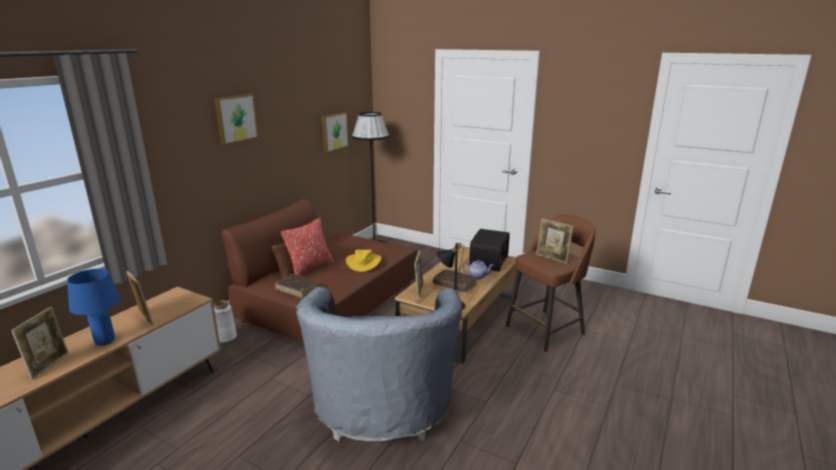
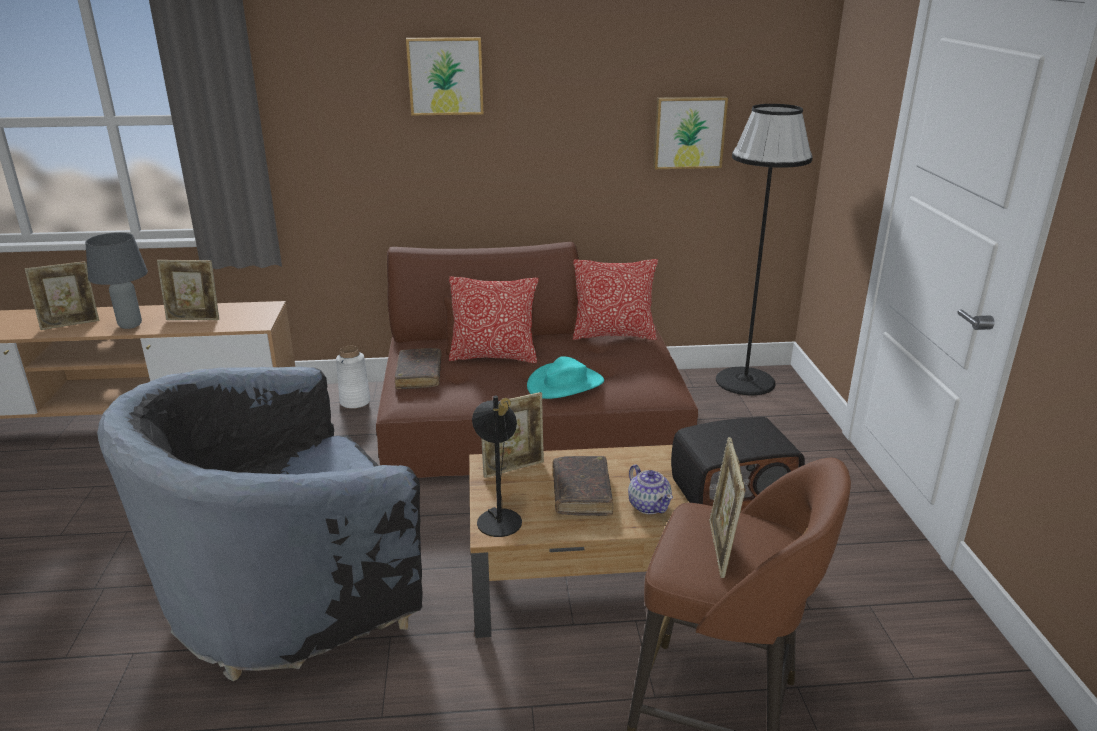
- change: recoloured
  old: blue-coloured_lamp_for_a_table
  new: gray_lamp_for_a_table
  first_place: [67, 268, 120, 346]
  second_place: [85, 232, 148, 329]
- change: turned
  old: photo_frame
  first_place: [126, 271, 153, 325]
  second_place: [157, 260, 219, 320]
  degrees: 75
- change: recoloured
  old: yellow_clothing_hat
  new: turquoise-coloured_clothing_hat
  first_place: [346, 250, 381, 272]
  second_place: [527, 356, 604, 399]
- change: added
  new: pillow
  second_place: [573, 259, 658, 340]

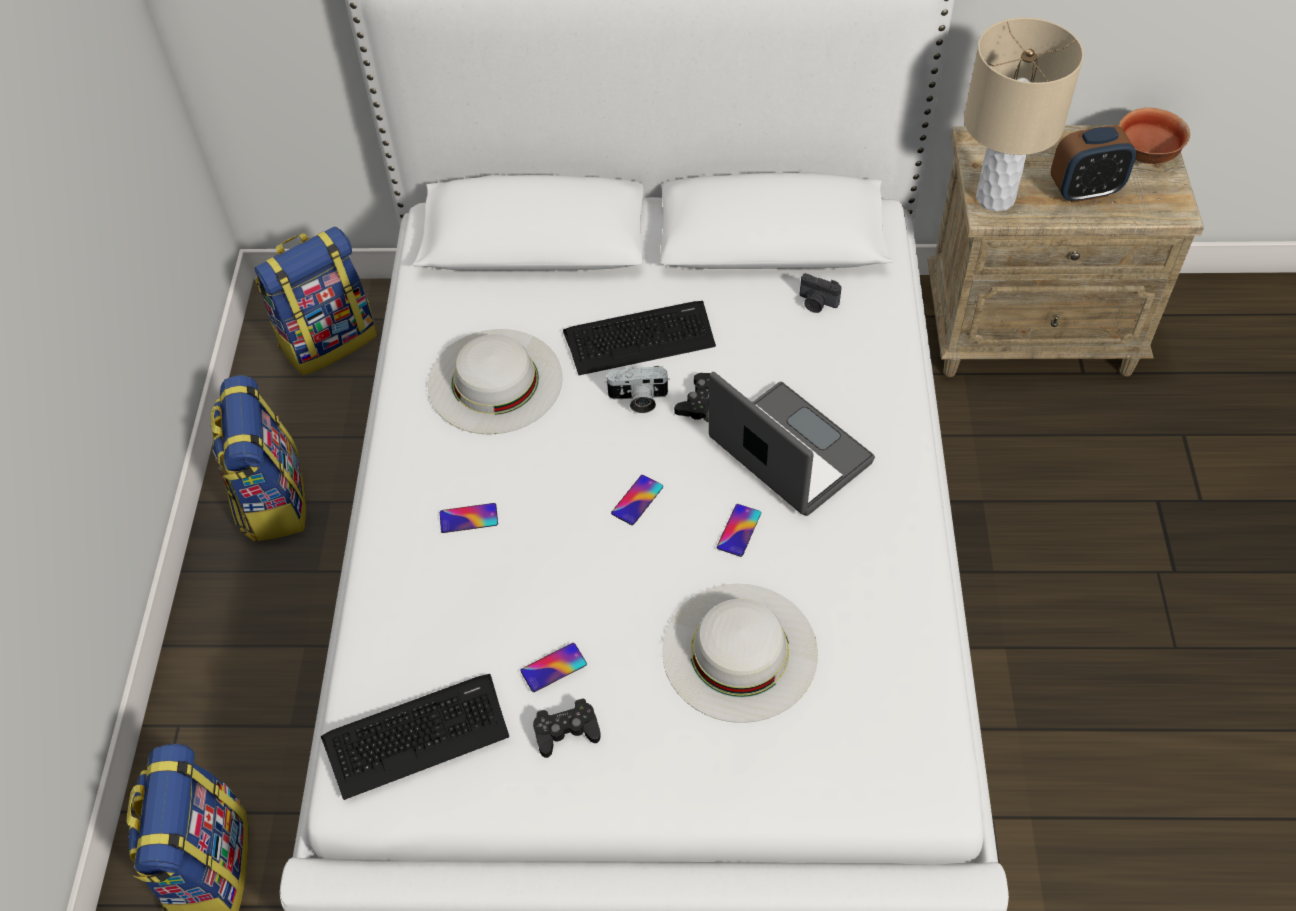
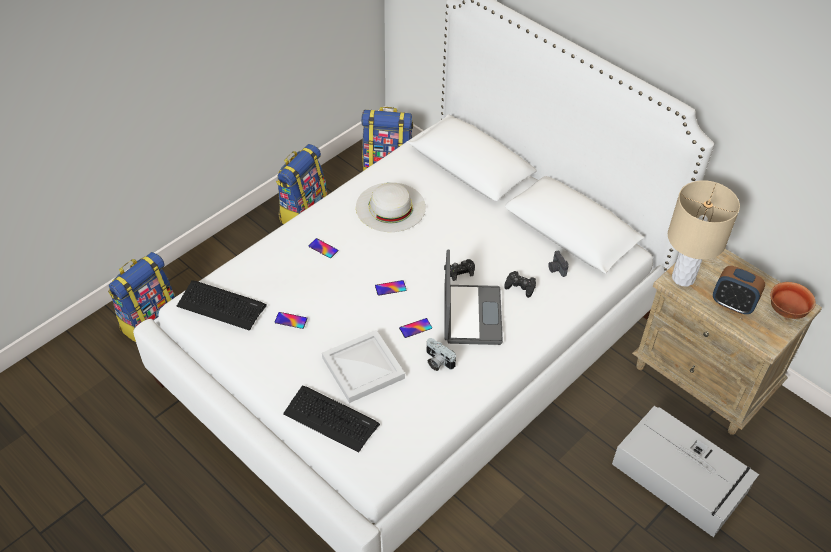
- change: moved
  old: keyboard
  first_place: [563, 301, 716, 376]
  second_place: [283, 385, 380, 452]
- change: replaced
  old: white-coloured_clothing_hat
  new: white-coloured_serving_tray
  first_place: [662, 584, 818, 723]
  second_place: [322, 330, 405, 403]
- change: moved
  old: still_camera
  first_place: [605, 366, 670, 413]
  second_place: [426, 338, 456, 371]
- change: moved
  old: blackish_game_controller
  first_place: [533, 698, 601, 758]
  second_place: [504, 271, 536, 298]
- change: added
  new: gray_storage_container
  second_place: [612, 406, 759, 537]

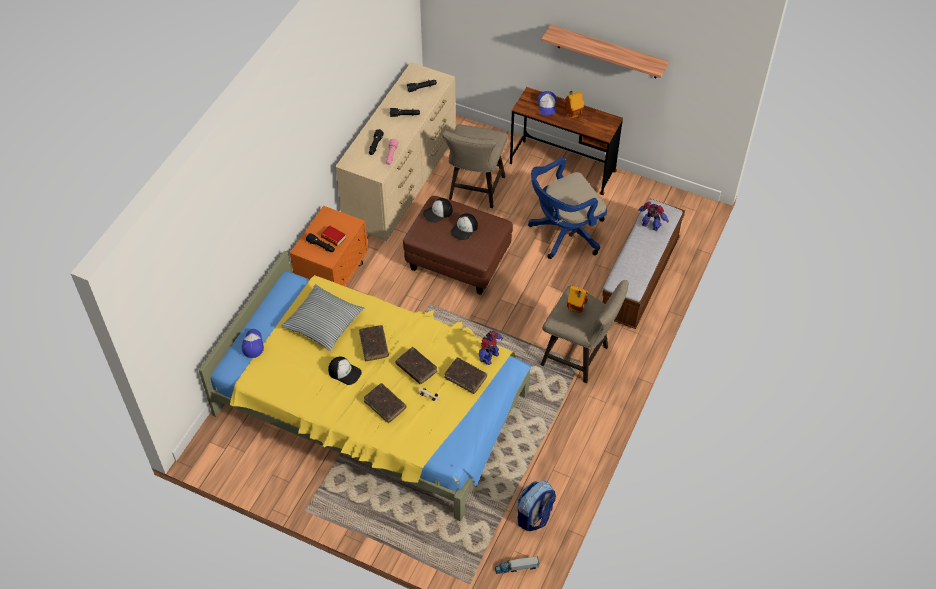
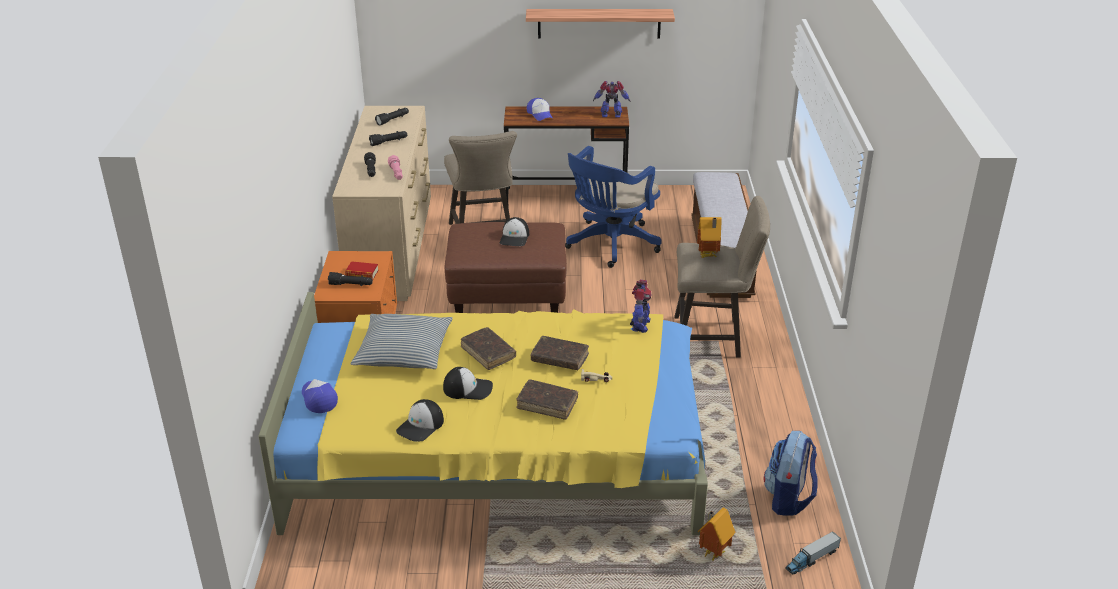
- change: moved
  old: peaked_cap
  first_place: [423, 198, 453, 223]
  second_place: [396, 399, 444, 442]
- change: moved
  old: model_robot
  first_place: [638, 202, 669, 231]
  second_place: [593, 81, 630, 118]
- change: moved
  old: miniature_house
  first_place: [564, 91, 584, 119]
  second_place: [698, 508, 735, 561]
- change: removed
  old: brown-coloured_bound_book
  first_place: [444, 357, 487, 394]

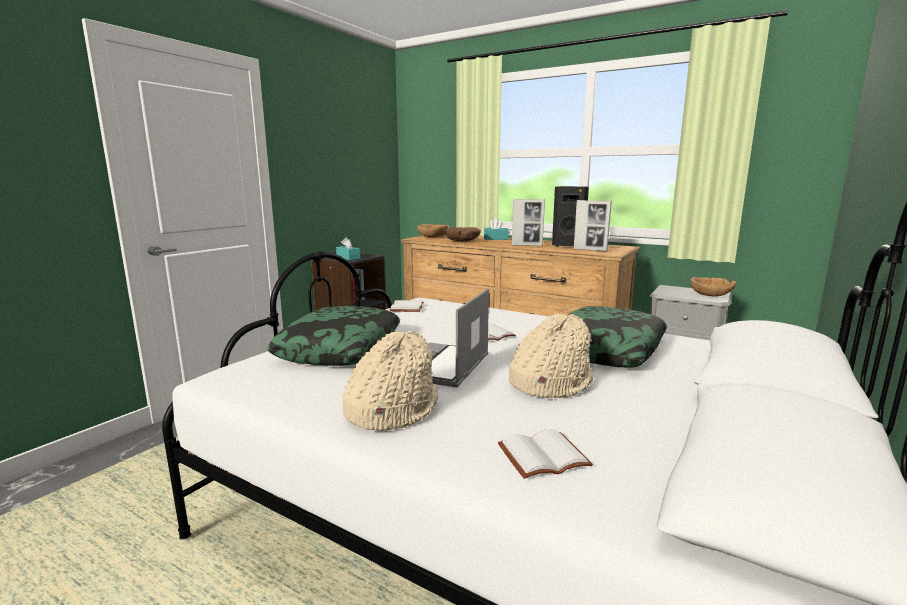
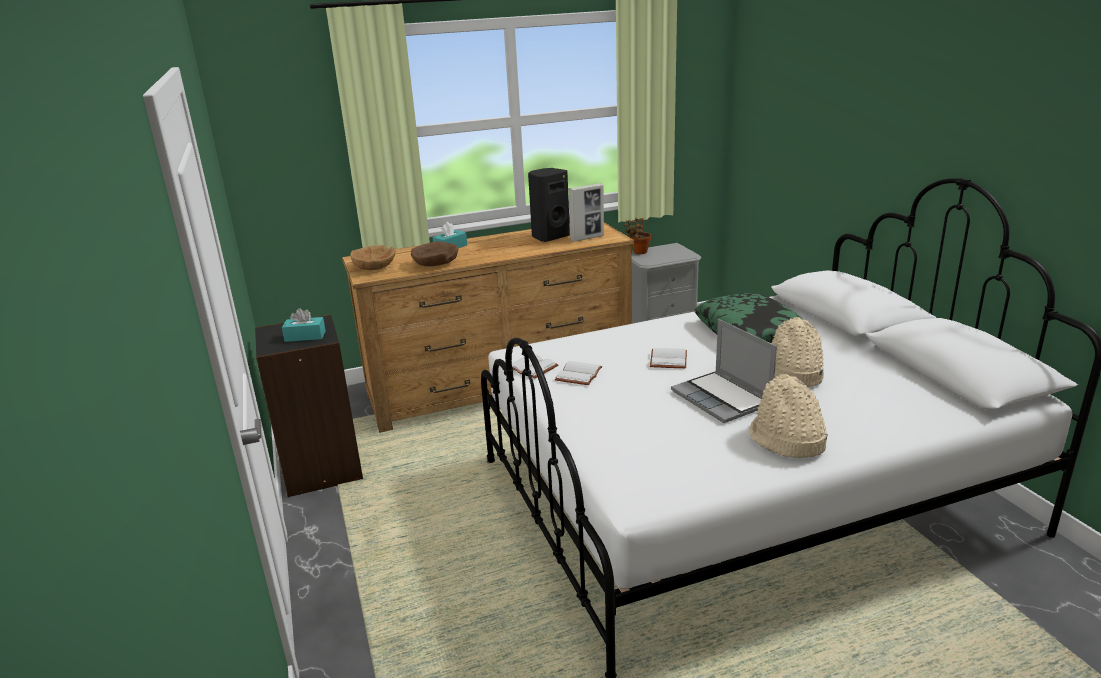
- change: moved
  old: white-coloured_bound_book
  first_place: [498, 429, 593, 479]
  second_place: [555, 361, 603, 385]
- change: added
  new: houseplant
  second_place: [624, 218, 651, 254]
- change: removed
  old: pillow
  first_place: [267, 306, 400, 366]
- change: removed
  old: photo_frame
  first_place: [512, 199, 545, 246]
- change: removed
  old: brown-coloured_serving_bowl
  first_place: [691, 277, 736, 297]

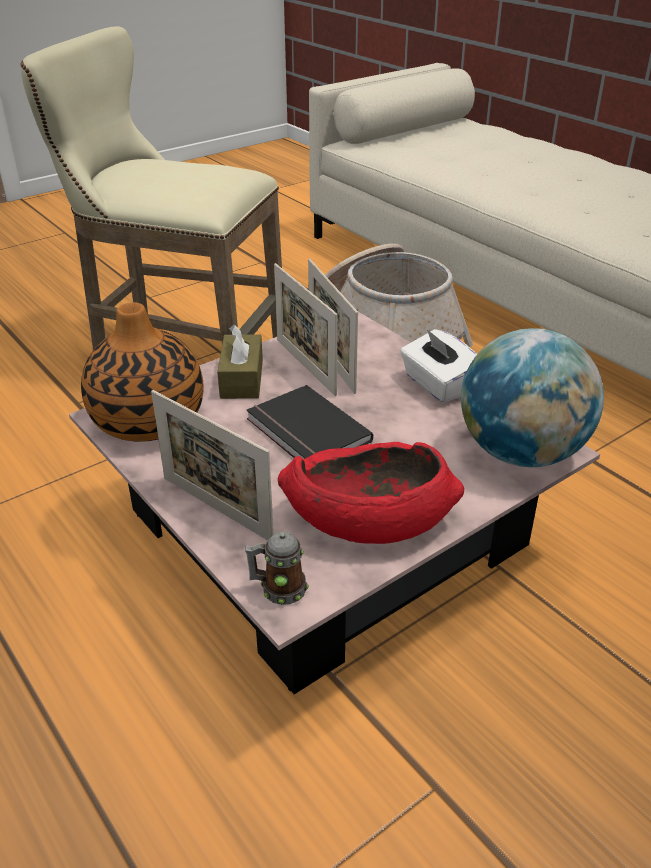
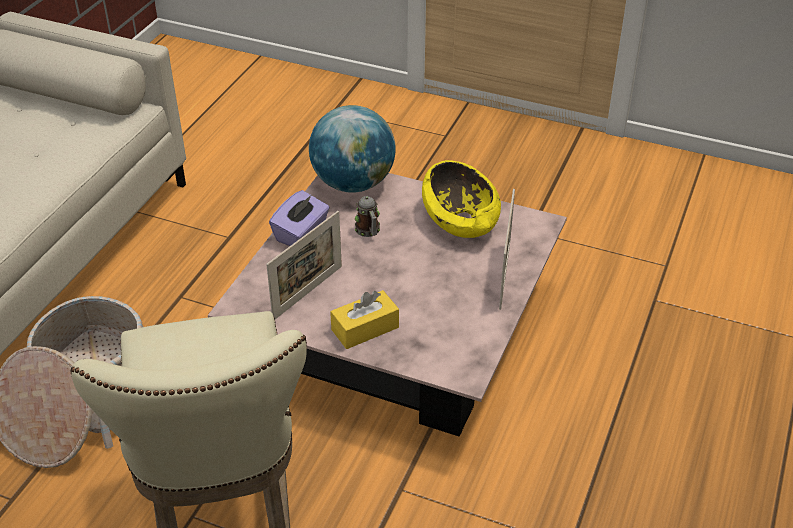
- change: recoloured
  old: white-coloured_tissue_box
  new: purplish_tissue_box
  first_place: [400, 329, 477, 403]
  second_place: [269, 190, 330, 246]
- change: recoloured
  old: brown-coloured_tissue_box
  new: yellow_tissue_box
  first_place: [217, 324, 263, 399]
  second_place: [330, 290, 399, 349]
- change: moved
  old: mug
  first_place: [245, 532, 309, 605]
  second_place: [355, 196, 380, 237]
- change: recoloured
  old: reddish_serving_bowl
  new: yellow_serving_bowl
  first_place: [278, 442, 464, 544]
  second_place: [422, 160, 501, 238]
- change: removed
  old: flower_vase
  first_place: [81, 302, 204, 442]
- change: removed
  old: blackish_bound_book
  first_place: [246, 385, 373, 459]
- change: removed
  old: photo_frame
  first_place: [274, 263, 338, 396]

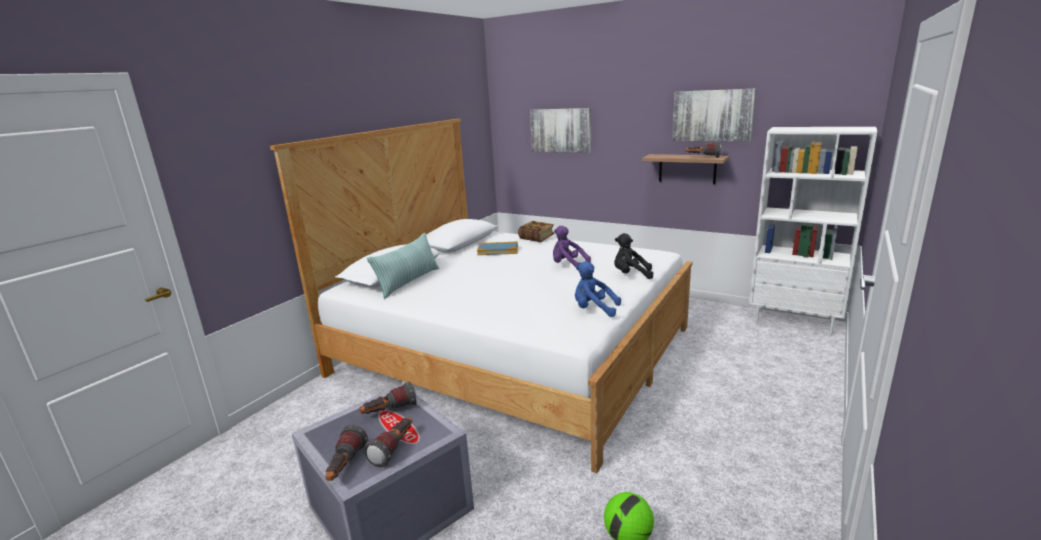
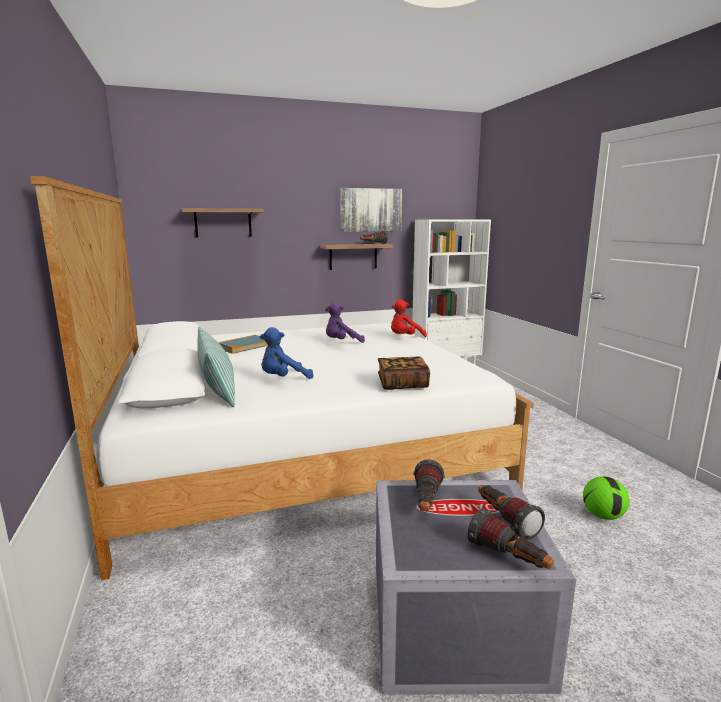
- change: replaced
  old: wall_art
  new: shelf
  first_place: [530, 108, 591, 153]
  second_place: [182, 208, 264, 237]
- change: moved
  old: blue-coloured_plush_toy
  first_place: [575, 261, 621, 317]
  second_place: [260, 327, 313, 379]
- change: moved
  old: bound_book
  first_place: [518, 221, 555, 242]
  second_place: [378, 357, 430, 390]
- change: recoloured
  old: blackish_plush_toy
  new: reddish_plush_toy
  first_place: [614, 233, 653, 279]
  second_place: [391, 299, 427, 337]

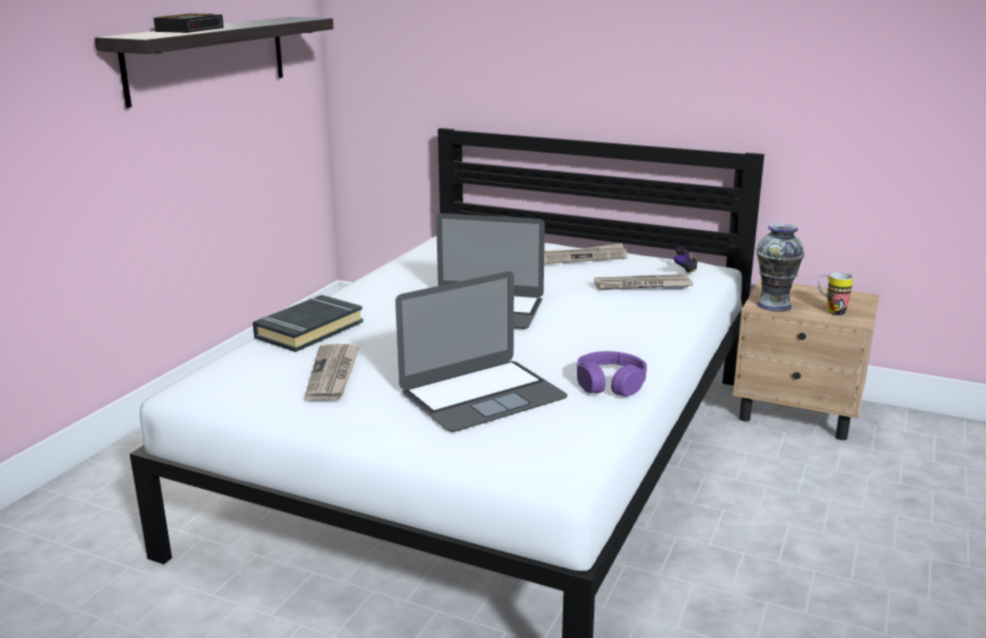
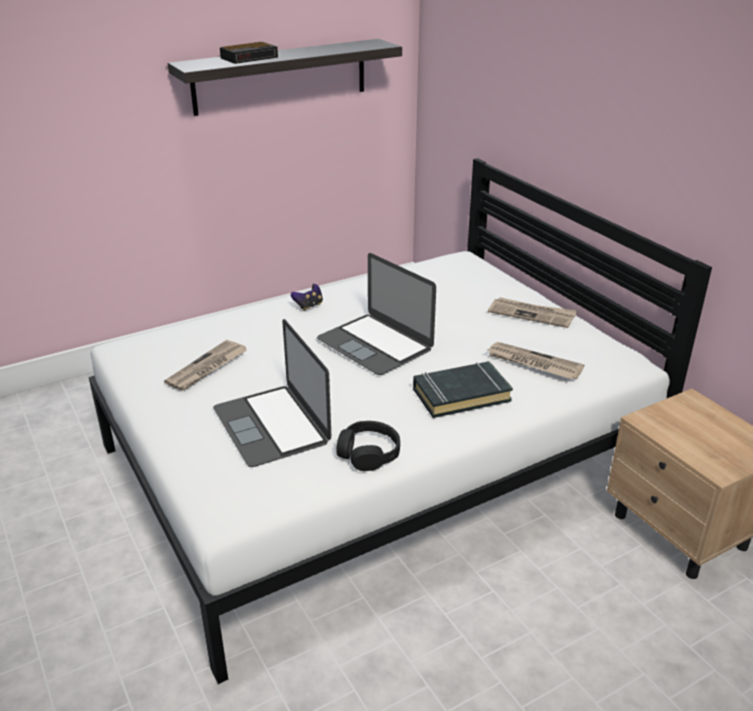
- change: turned
  old: notebook_computer
  first_place: [395, 271, 568, 432]
  second_place: [213, 319, 331, 467]
  degrees: 60
- change: moved
  old: game_controller
  first_place: [674, 247, 697, 275]
  second_place: [291, 284, 323, 311]
- change: recoloured
  old: purplish_headphones
  new: blackish_headphones
  first_place: [577, 351, 647, 396]
  second_place: [336, 421, 400, 471]
- change: moved
  old: blackish_bound_book
  first_place: [253, 295, 363, 352]
  second_place: [413, 361, 513, 418]
- change: removed
  old: flower_vase
  first_place: [756, 223, 804, 311]
- change: removed
  old: mug
  first_place: [818, 272, 853, 315]

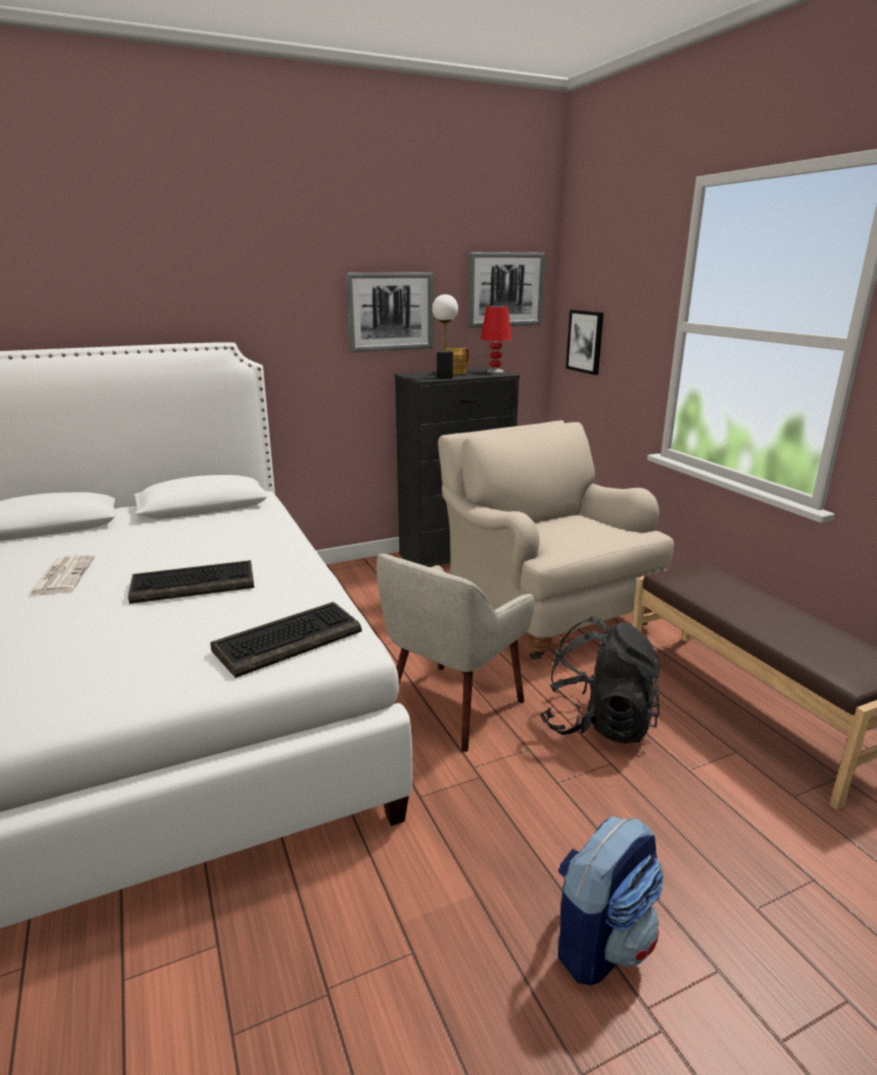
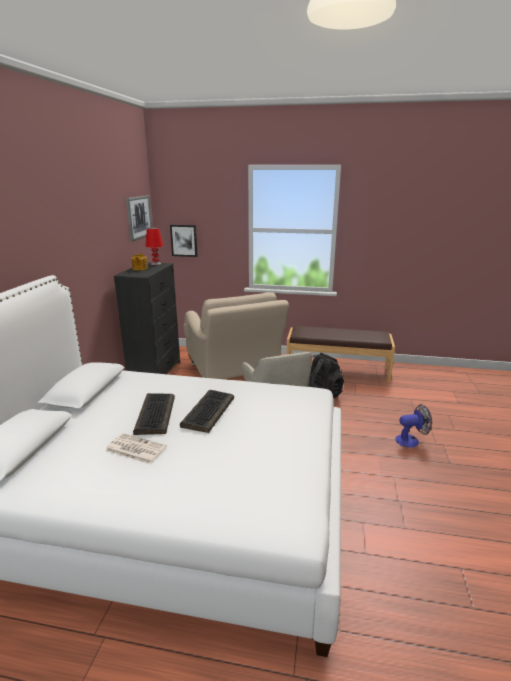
- change: moved
  old: keyboard
  first_place: [211, 602, 362, 678]
  second_place: [133, 393, 175, 435]
- change: turned
  old: beige_lounge_chair
  first_place: [438, 420, 674, 660]
  second_place: [183, 292, 289, 379]
  degrees: -120
- change: replaced
  old: rucksack
  new: fan
  first_place: [558, 816, 664, 985]
  second_place: [395, 404, 432, 447]
- change: removed
  old: wall_art
  first_place: [346, 272, 433, 353]
- change: removed
  old: lamp_for_a_table
  first_place: [432, 294, 458, 379]

